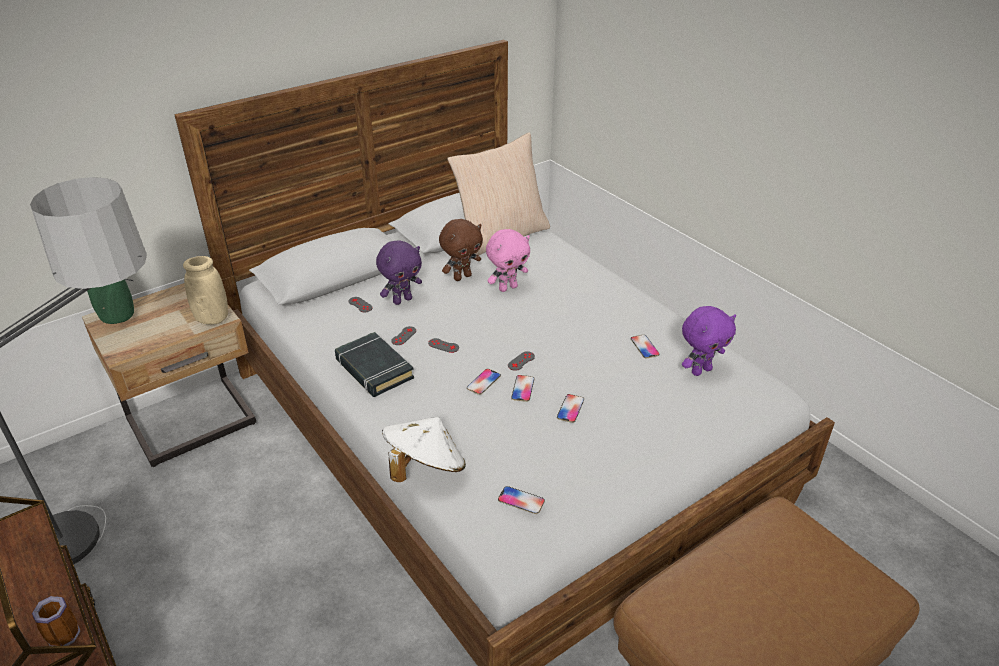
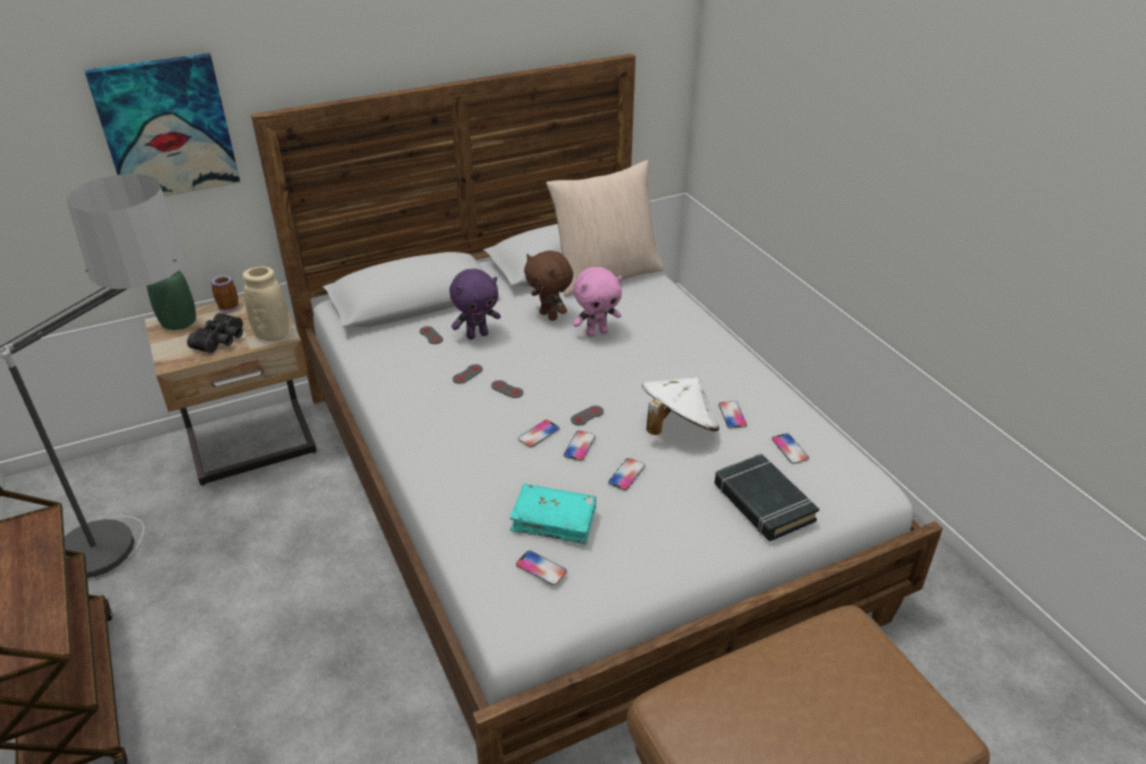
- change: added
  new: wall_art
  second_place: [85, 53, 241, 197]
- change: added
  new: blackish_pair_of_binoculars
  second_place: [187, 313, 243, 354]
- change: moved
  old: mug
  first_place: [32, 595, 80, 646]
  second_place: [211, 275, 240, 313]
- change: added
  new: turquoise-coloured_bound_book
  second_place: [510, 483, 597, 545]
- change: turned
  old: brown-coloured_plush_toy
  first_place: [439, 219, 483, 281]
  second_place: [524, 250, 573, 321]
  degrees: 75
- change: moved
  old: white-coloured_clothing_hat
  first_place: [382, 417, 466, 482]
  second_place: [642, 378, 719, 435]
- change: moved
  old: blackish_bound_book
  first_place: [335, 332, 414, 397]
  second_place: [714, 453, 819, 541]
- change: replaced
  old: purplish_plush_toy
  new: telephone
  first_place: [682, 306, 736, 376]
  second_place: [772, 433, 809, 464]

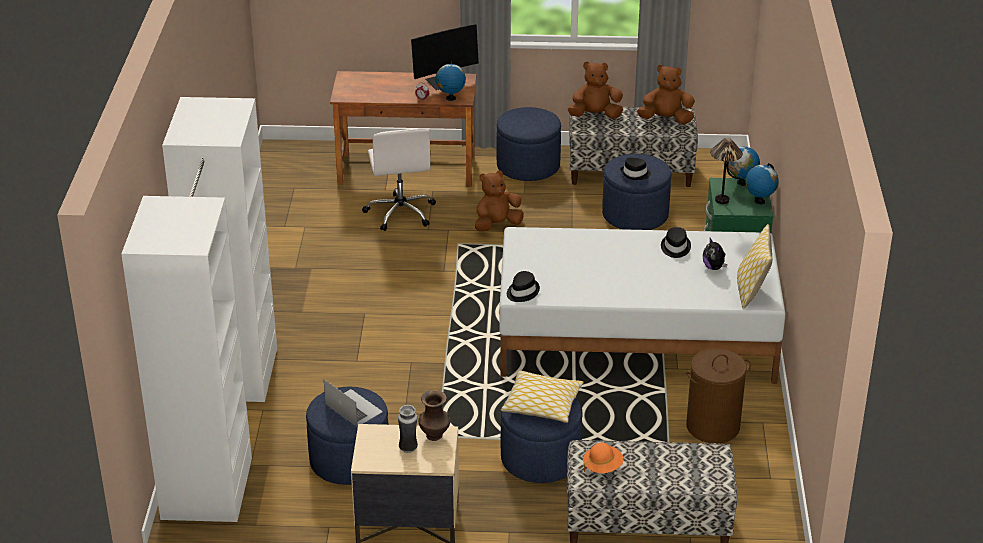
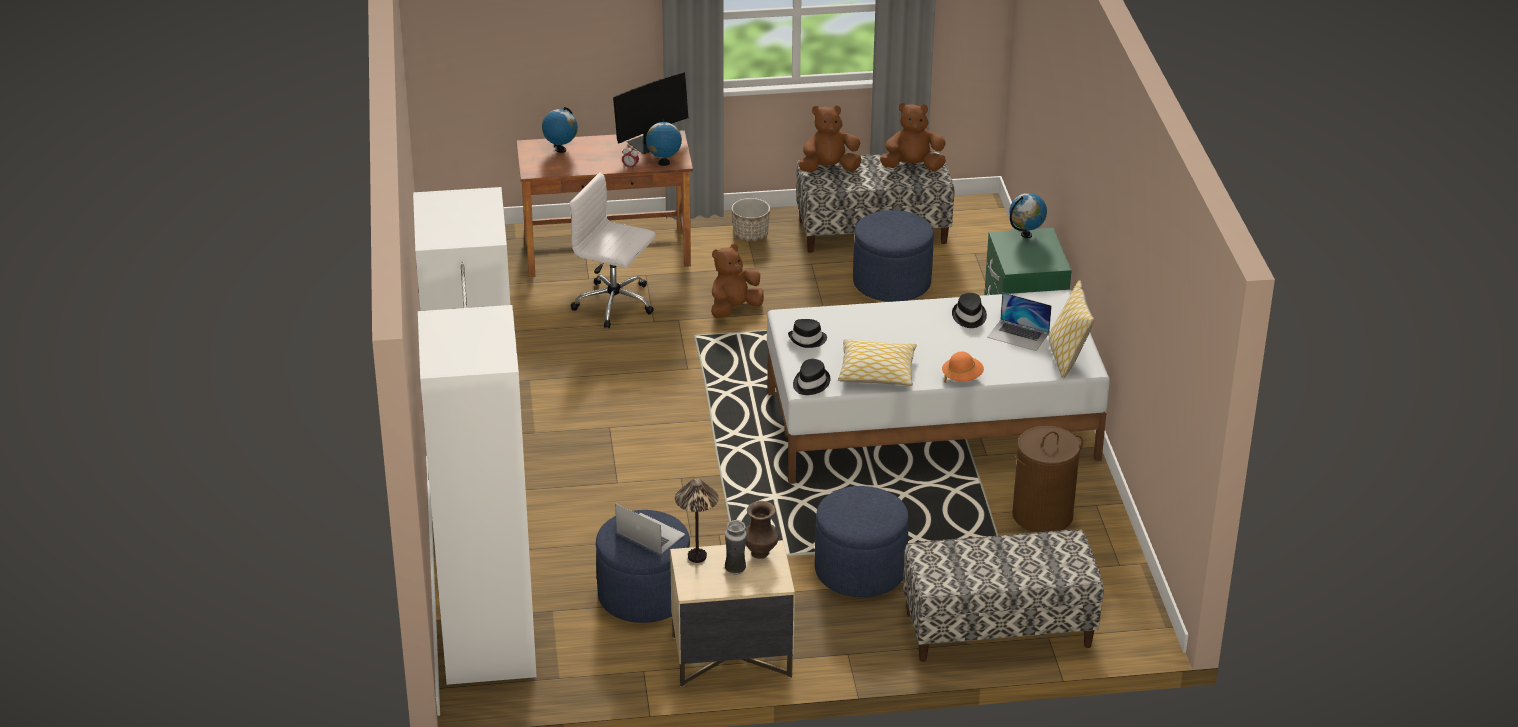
- change: moved
  old: desk_globe
  first_place: [745, 163, 779, 204]
  second_place: [542, 107, 578, 153]
- change: turned
  old: white-coloured_office_chair
  first_place: [362, 128, 436, 231]
  second_place: [569, 172, 656, 328]
  degrees: 135
- change: moved
  old: lamp_for_a_table
  first_place: [710, 138, 743, 204]
  second_place: [675, 479, 719, 563]
- change: replaced
  old: blue-coloured_pouffe
  new: plant_pot
  first_place: [497, 107, 561, 181]
  second_place: [732, 198, 770, 242]
- change: moved
  old: blackish_clothing_hat
  first_place: [620, 158, 651, 180]
  second_place: [788, 319, 827, 348]
- change: moved
  old: pillow
  first_place: [501, 370, 584, 423]
  second_place: [838, 339, 917, 386]
- change: moved
  old: orange_clothing_hat
  first_place: [583, 443, 623, 473]
  second_place: [942, 351, 984, 384]
- change: replaced
  old: plush_toy
  new: notebook_computer
  first_place: [703, 238, 727, 270]
  second_place: [987, 292, 1052, 351]

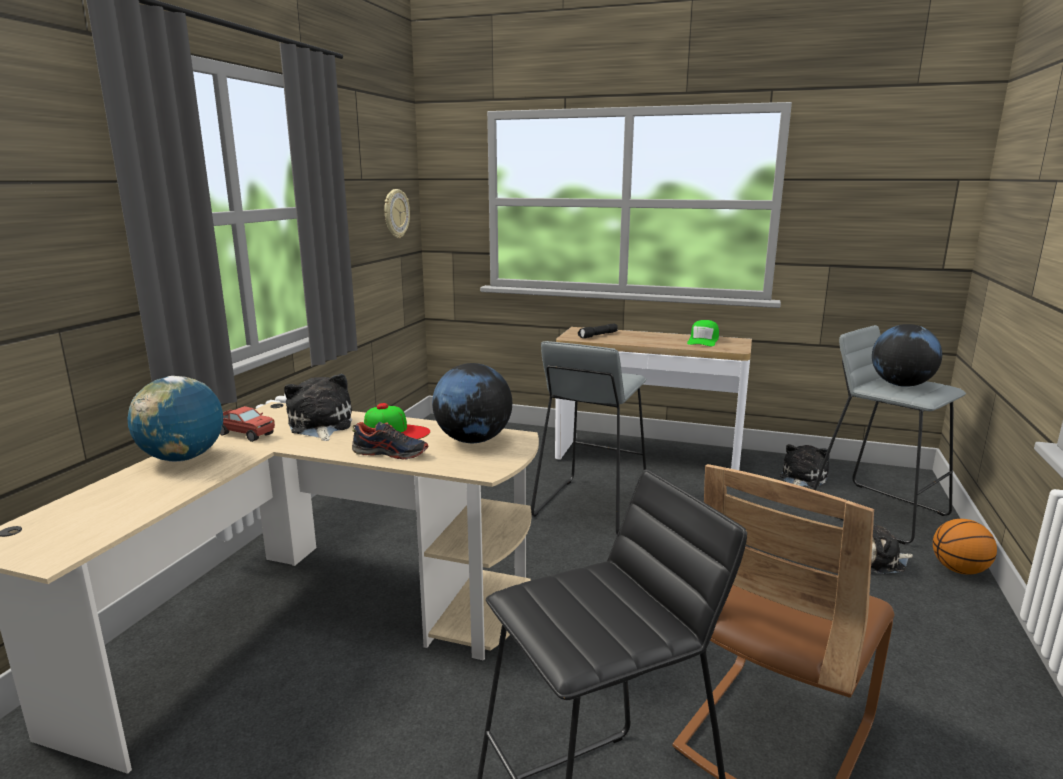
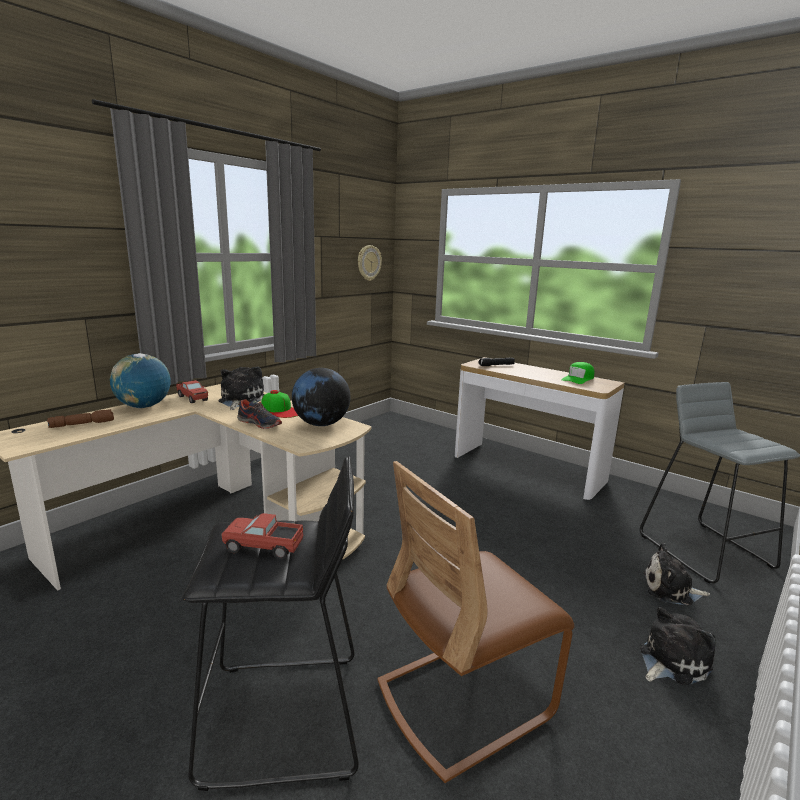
- change: added
  new: brown-coloured_flashlight
  second_place: [47, 409, 114, 428]
- change: added
  new: model_truck
  second_place: [222, 513, 303, 559]
- change: moved
  old: plush_toy
  first_place: [780, 444, 830, 487]
  second_place: [640, 607, 716, 685]
- change: removed
  old: gray_sitting_stool
  first_place: [531, 341, 646, 534]
- change: removed
  old: desk_globe
  first_place: [872, 324, 942, 387]
- change: removed
  old: ball_for_basketball
  first_place: [933, 519, 997, 575]

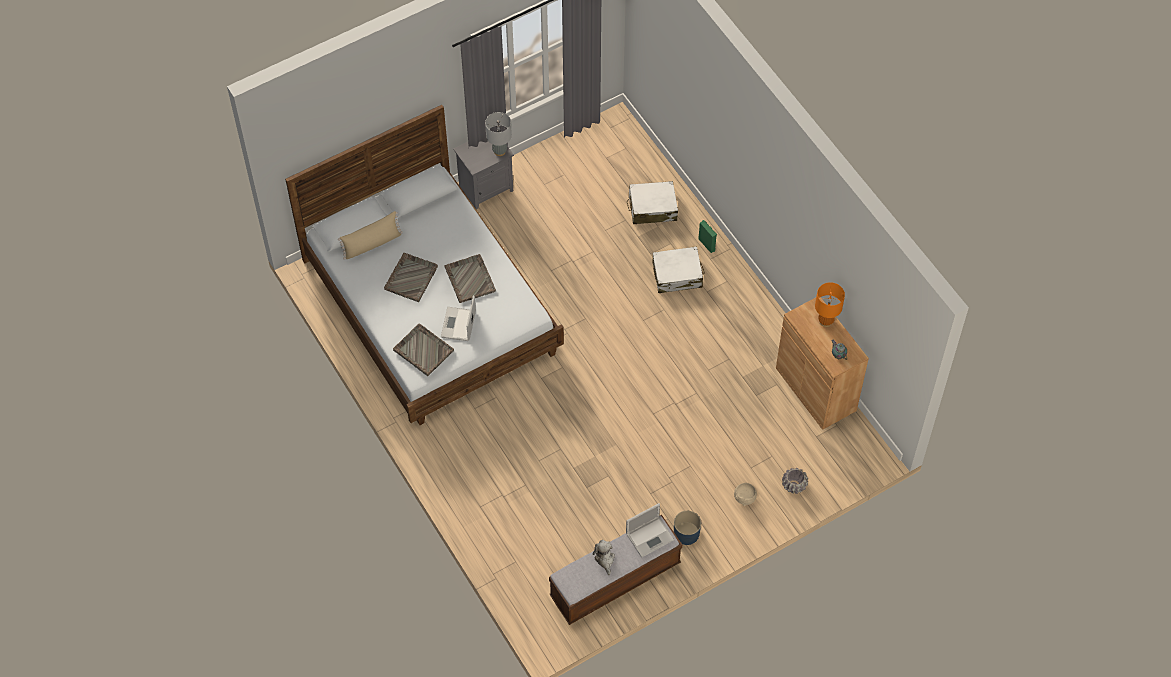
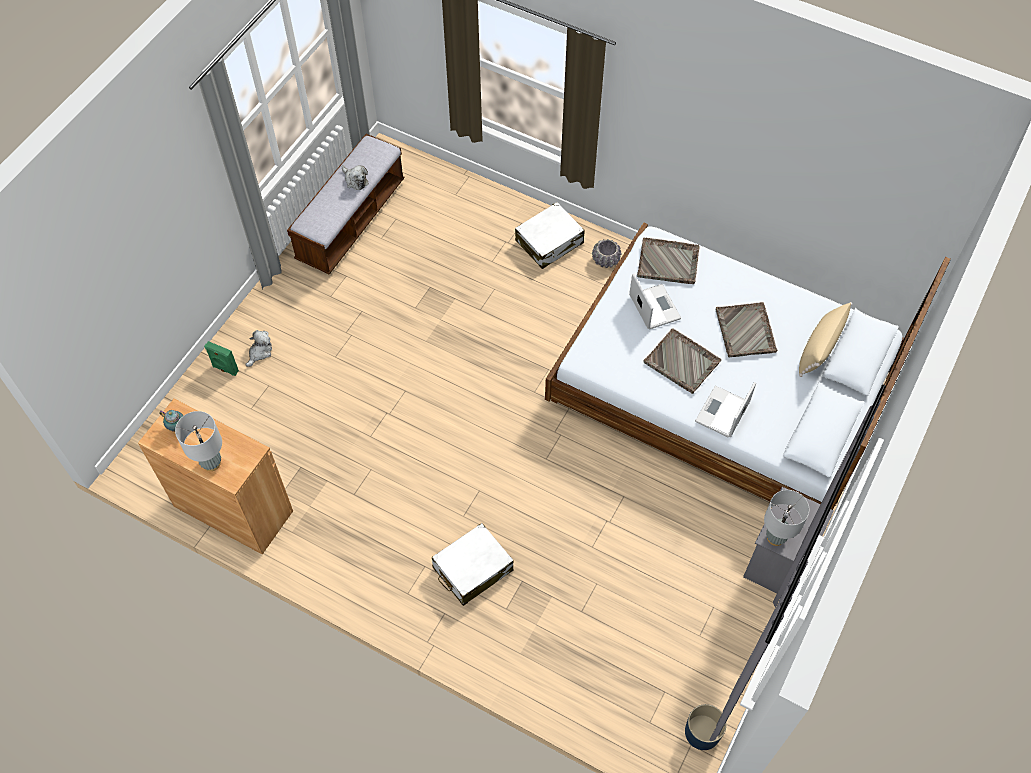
- change: recoloured
  old: orange_lamp_for_a_table
  new: gray_lamp_for_a_table
  first_place: [815, 282, 845, 327]
  second_place: [175, 411, 222, 471]
- change: moved
  old: green-coloured_speaker
  first_place: [698, 220, 717, 253]
  second_place: [204, 341, 239, 376]
- change: replaced
  old: beige_serving_bowl
  new: plush_toy
  first_place: [734, 483, 757, 506]
  second_place: [246, 330, 272, 367]
- change: moved
  old: white-coloured_suitcase
  first_place: [627, 181, 678, 224]
  second_place: [515, 202, 585, 269]
- change: moved
  old: gray_plant_pot
  first_place: [782, 468, 808, 494]
  second_place: [592, 239, 621, 268]
- change: moved
  old: blue-coloured_plant_pot
  first_place: [674, 511, 701, 545]
  second_place: [685, 704, 726, 750]
- change: moved
  old: notebook_computer
  first_place: [626, 503, 674, 557]
  second_place: [695, 382, 756, 438]

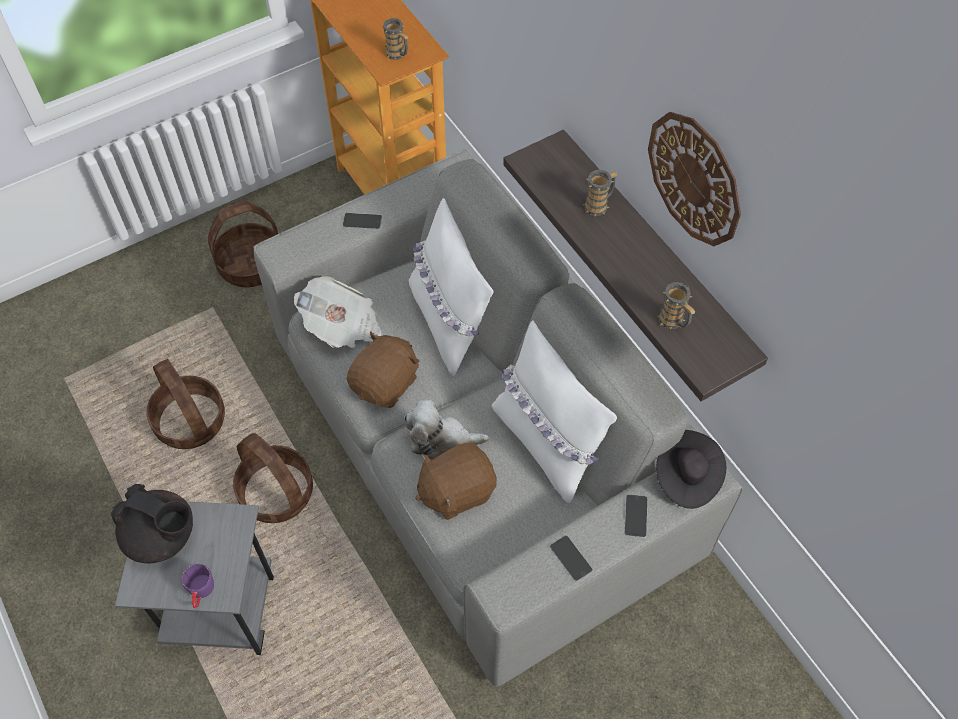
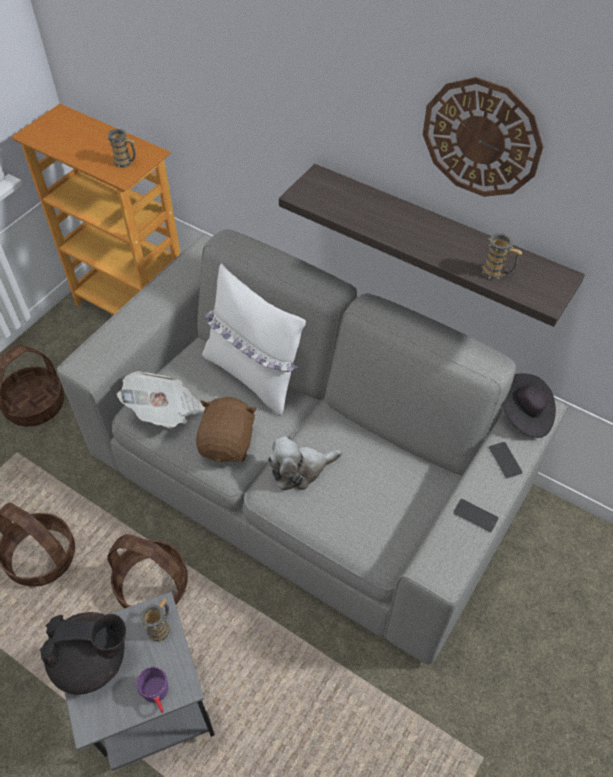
- change: moved
  old: mug
  first_place: [583, 170, 618, 216]
  second_place: [139, 598, 171, 642]
- change: removed
  old: telephone
  first_place: [343, 213, 382, 230]
- change: removed
  old: brown-coloured_plush_toy
  first_place: [415, 443, 497, 520]
- change: removed
  old: white-coloured_pillow
  first_place: [491, 321, 617, 503]

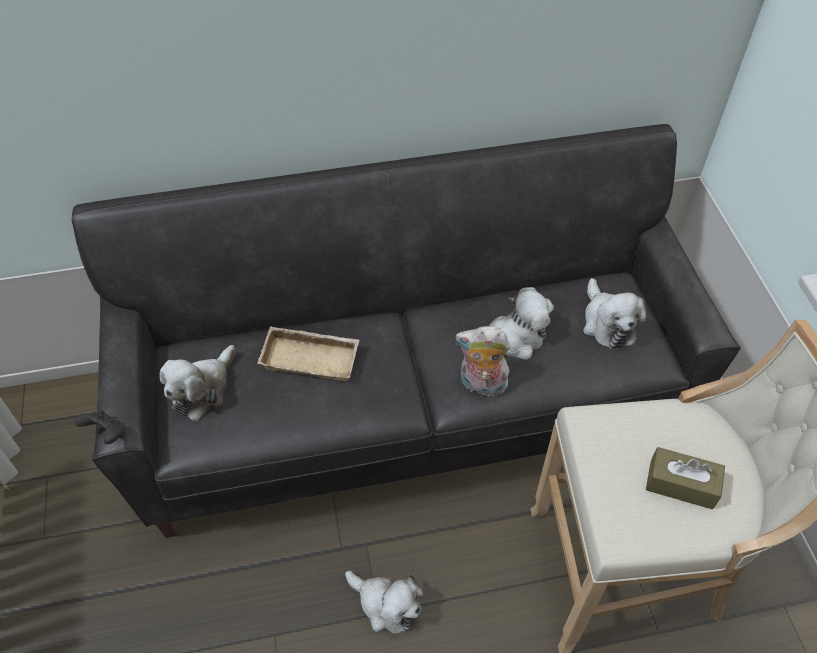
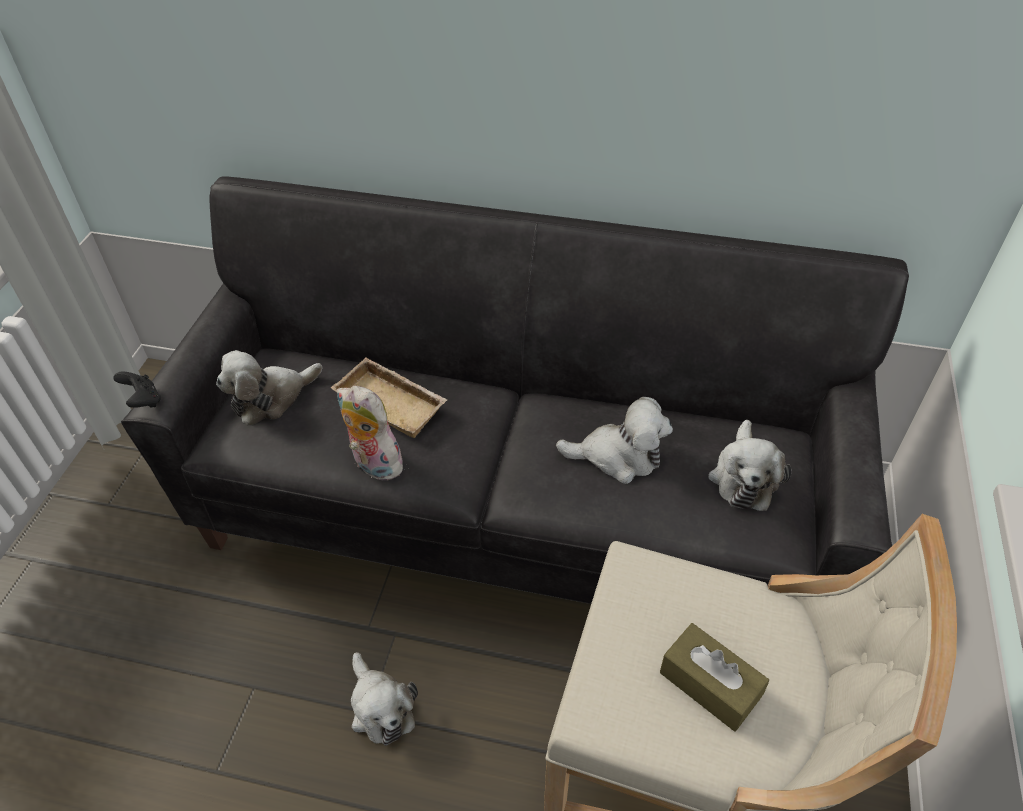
- change: moved
  old: plush_toy
  first_place: [456, 326, 511, 397]
  second_place: [337, 385, 405, 481]

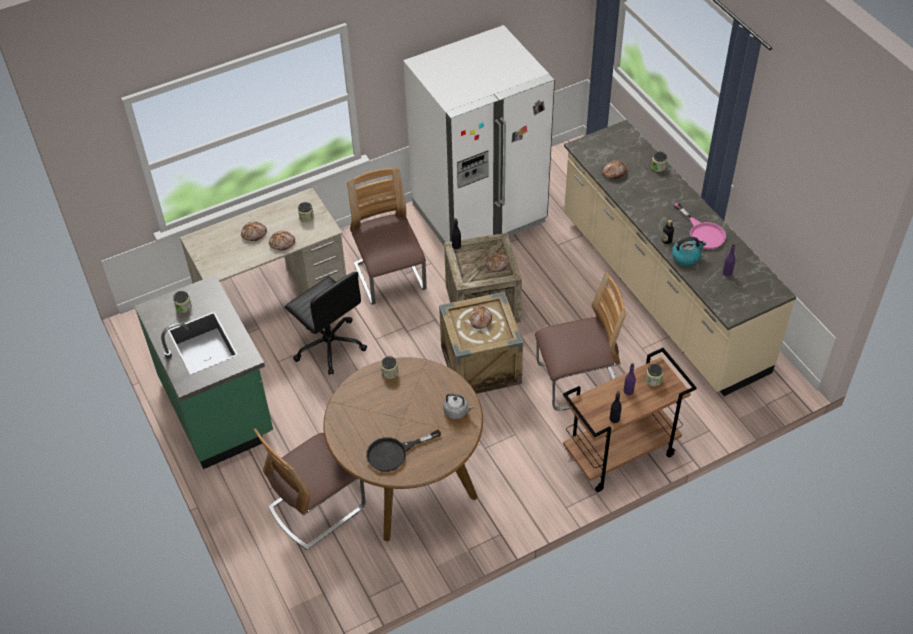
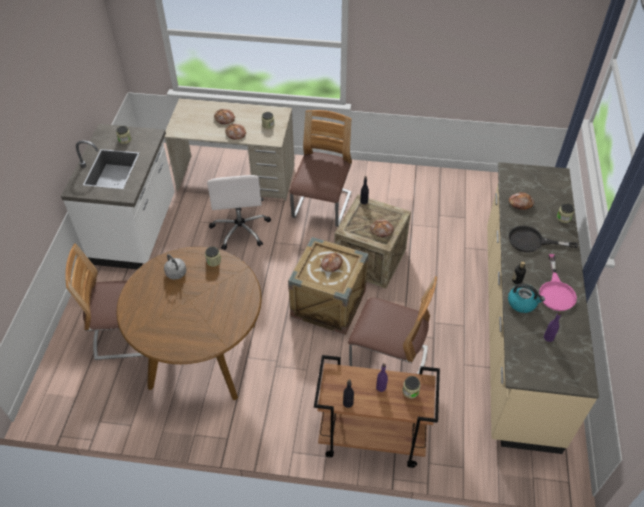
- change: recoloured
  old: green-coloured_counter
  new: white-coloured_counter
  first_place: [134, 275, 273, 469]
  second_place: [61, 124, 175, 269]
- change: moved
  old: gray_tea_kettle
  first_place: [443, 393, 474, 419]
  second_place: [164, 254, 186, 280]
- change: recoloured
  old: blackish_office_chair
  new: white-coloured_office_chair
  first_place: [285, 272, 367, 375]
  second_place: [207, 175, 271, 250]
- change: moved
  old: blackish_skillet
  first_place: [366, 430, 441, 472]
  second_place: [509, 226, 578, 252]
- change: removed
  old: white-coloured_fridge
  first_place: [403, 25, 555, 246]

